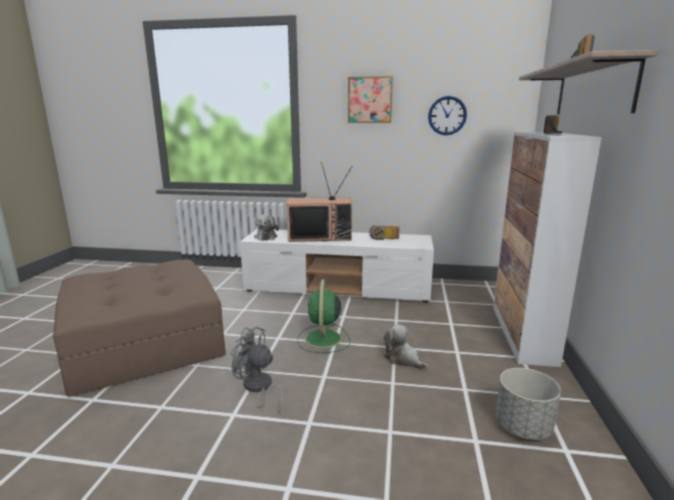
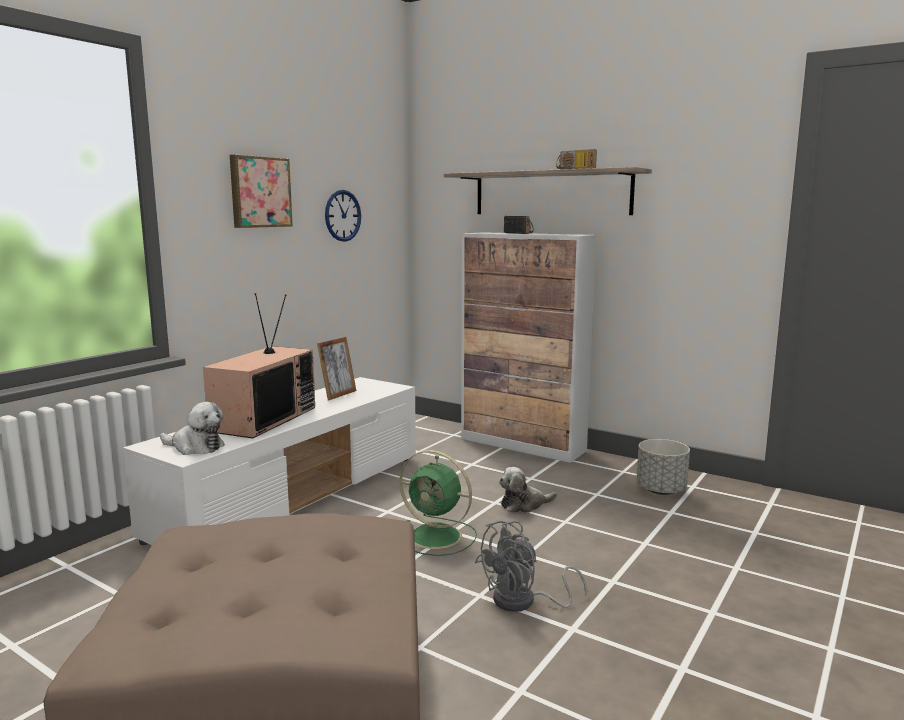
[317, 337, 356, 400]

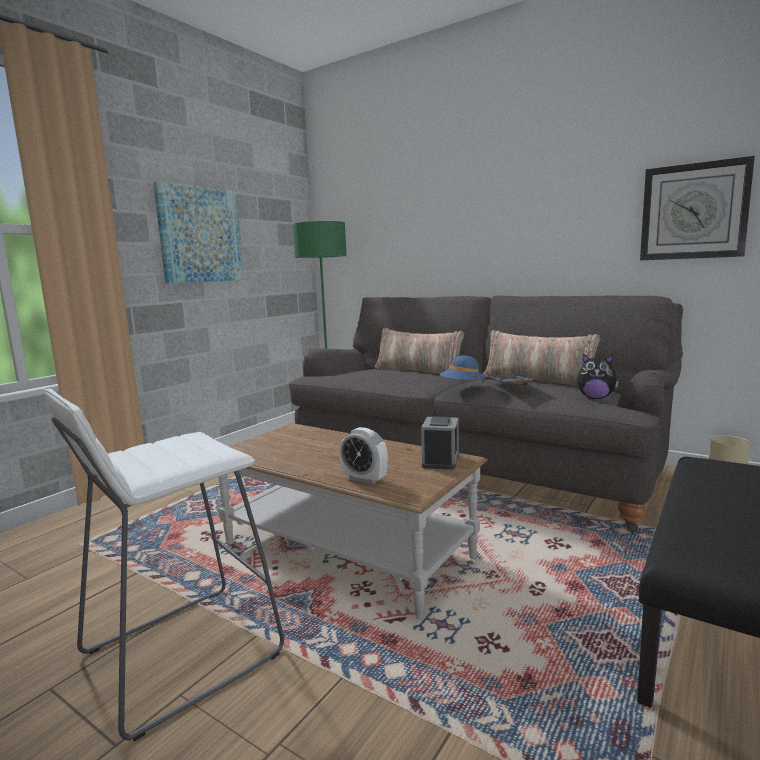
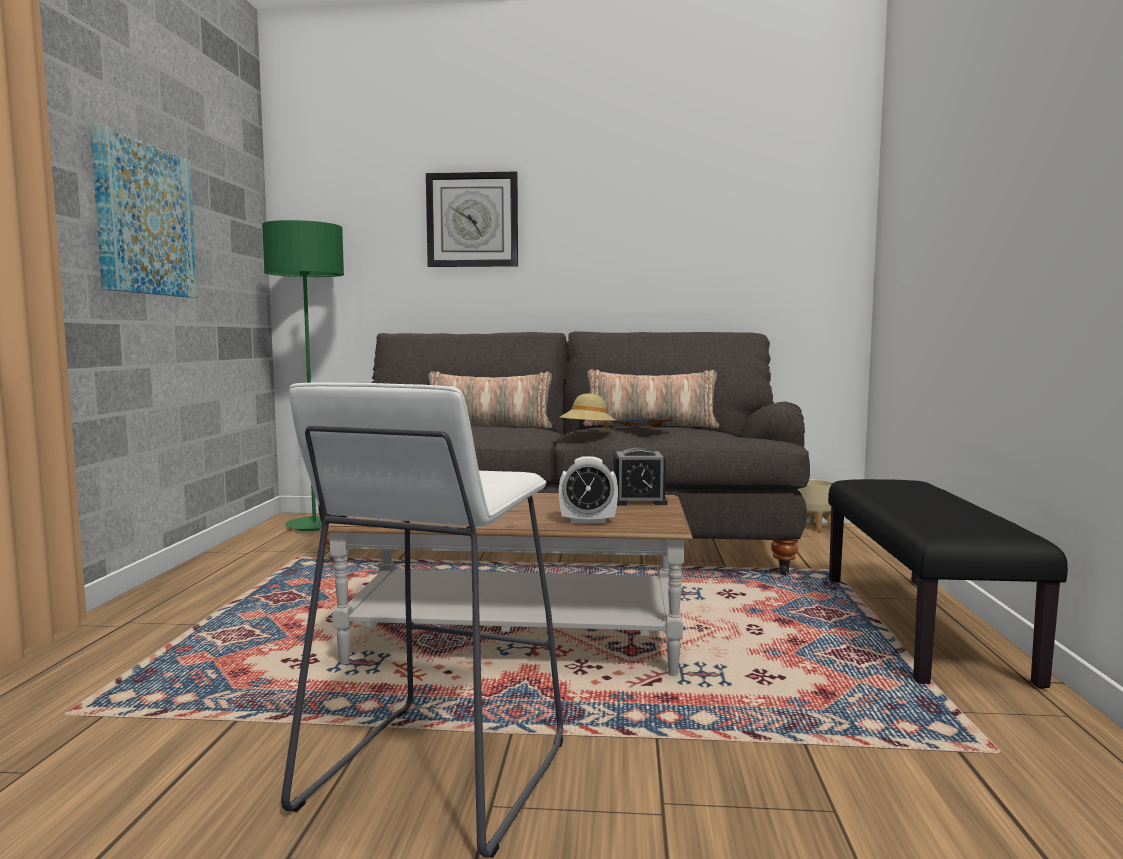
[426, 171, 518, 267]
[577, 354, 619, 399] (first image)
[560, 394, 615, 430]
[614, 447, 668, 505]

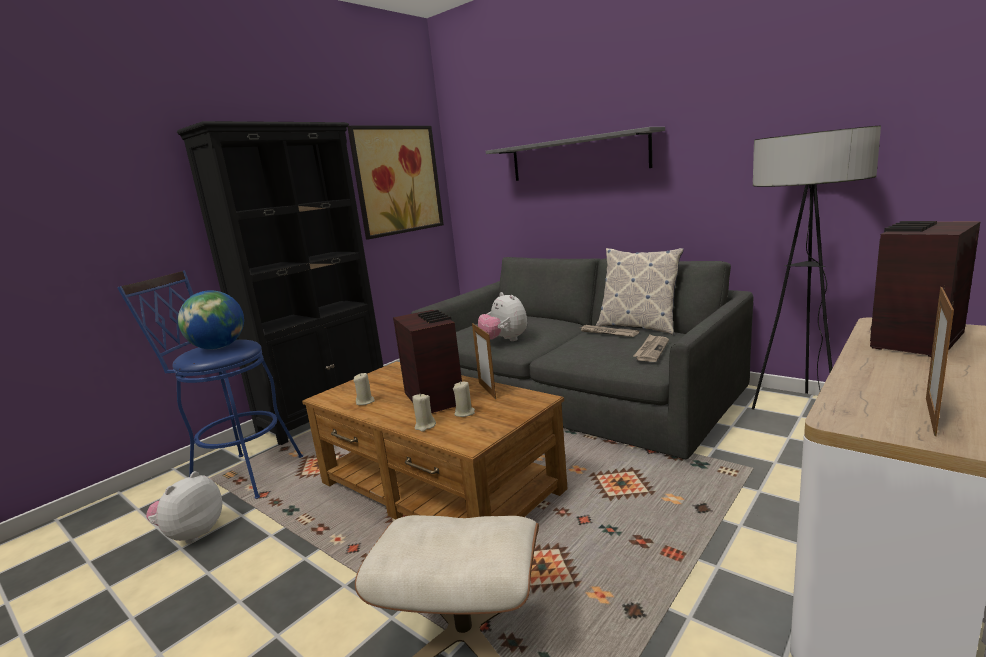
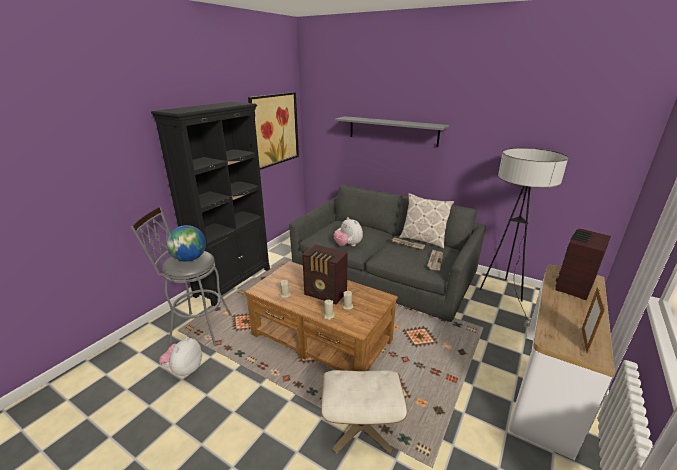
[131, 207, 232, 345]
[302, 245, 348, 304]
[472, 323, 496, 399] (first image)

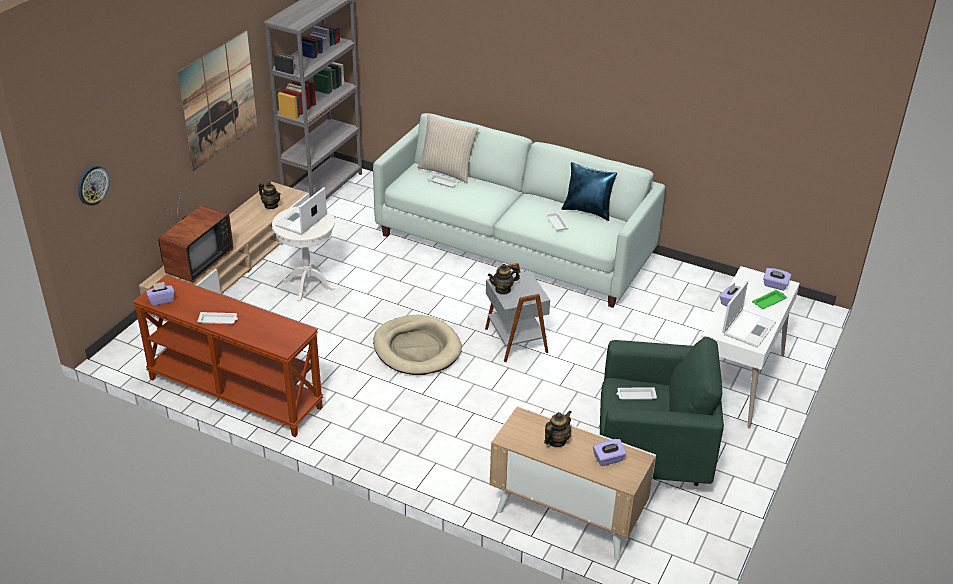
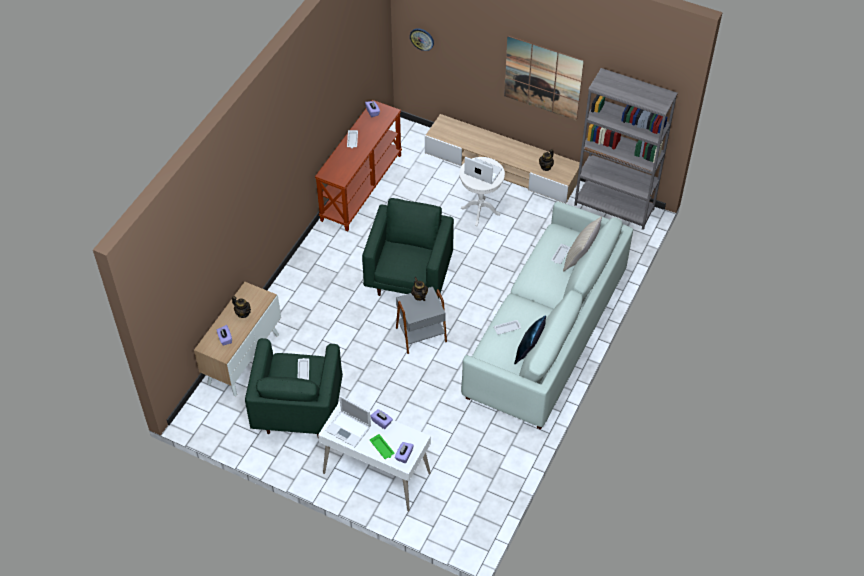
[158, 192, 234, 282] (first image)
[362, 198, 454, 298]

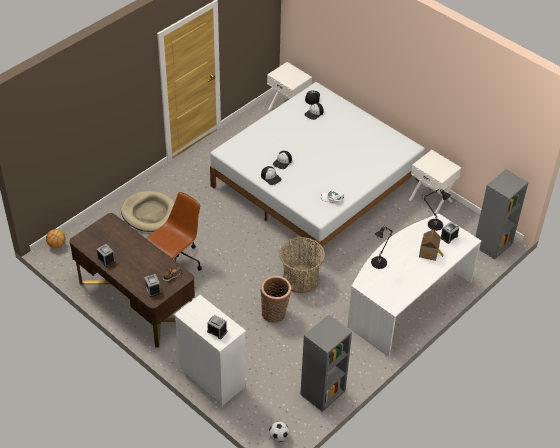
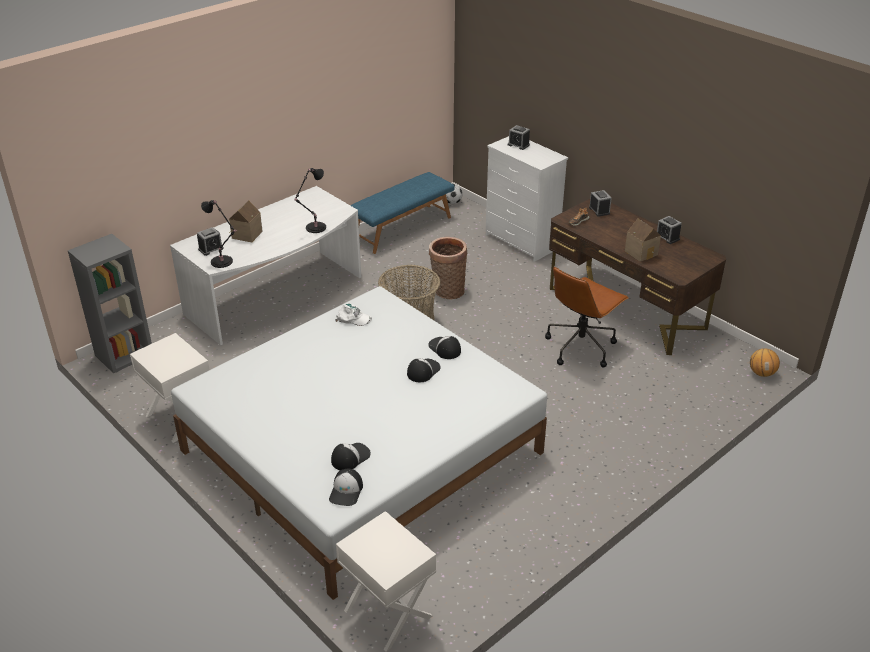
[121, 191, 175, 232] (first image)
[350, 172, 455, 254]
[625, 219, 661, 262]

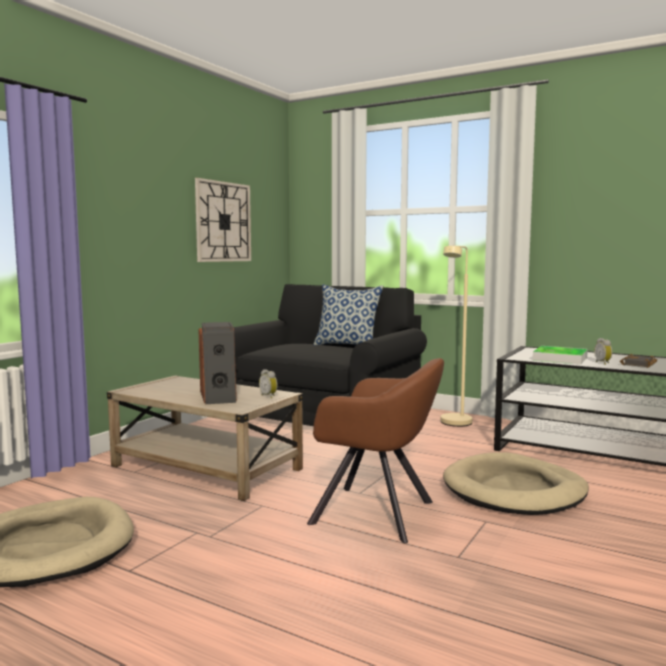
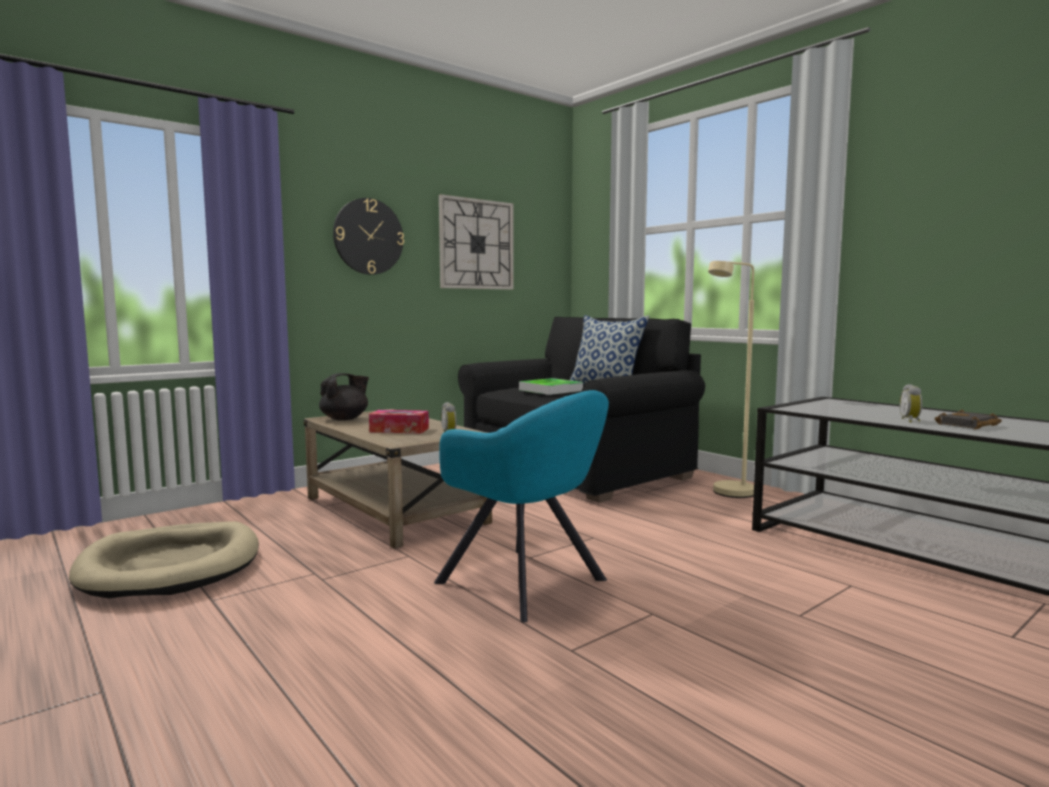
[369, 410, 429, 434]
[519, 378, 583, 395]
[434, 390, 609, 623]
[443, 453, 589, 515] (first image)
[333, 198, 404, 275]
[319, 373, 369, 420]

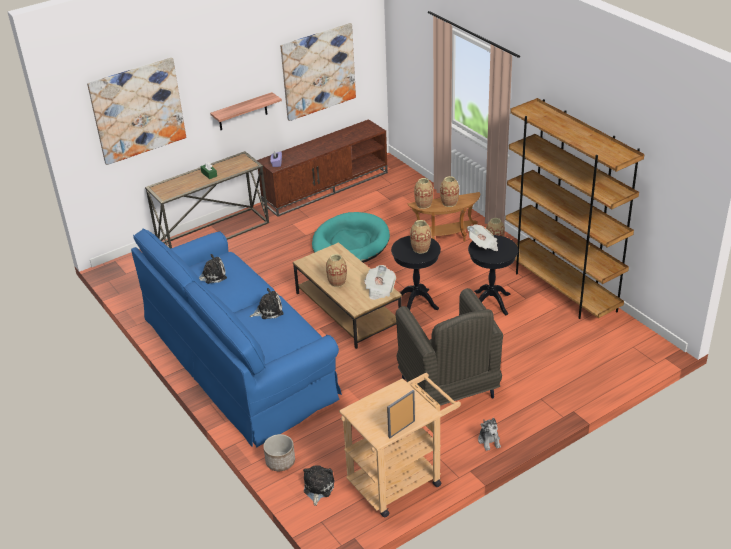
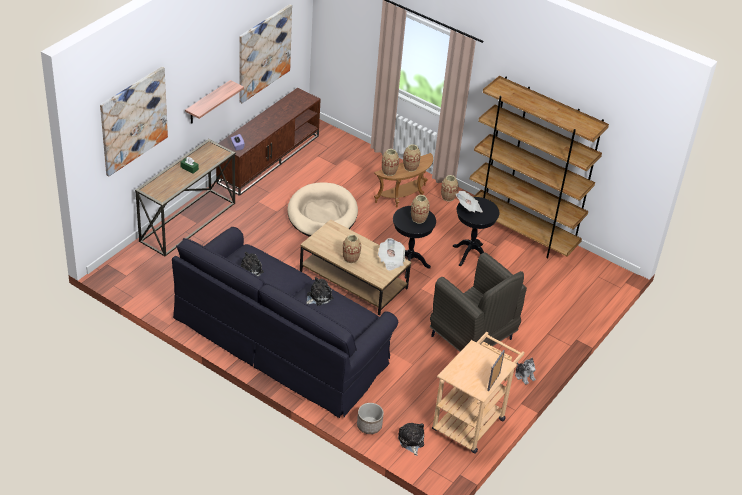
[287, 183, 358, 237]
[172, 227, 398, 418]

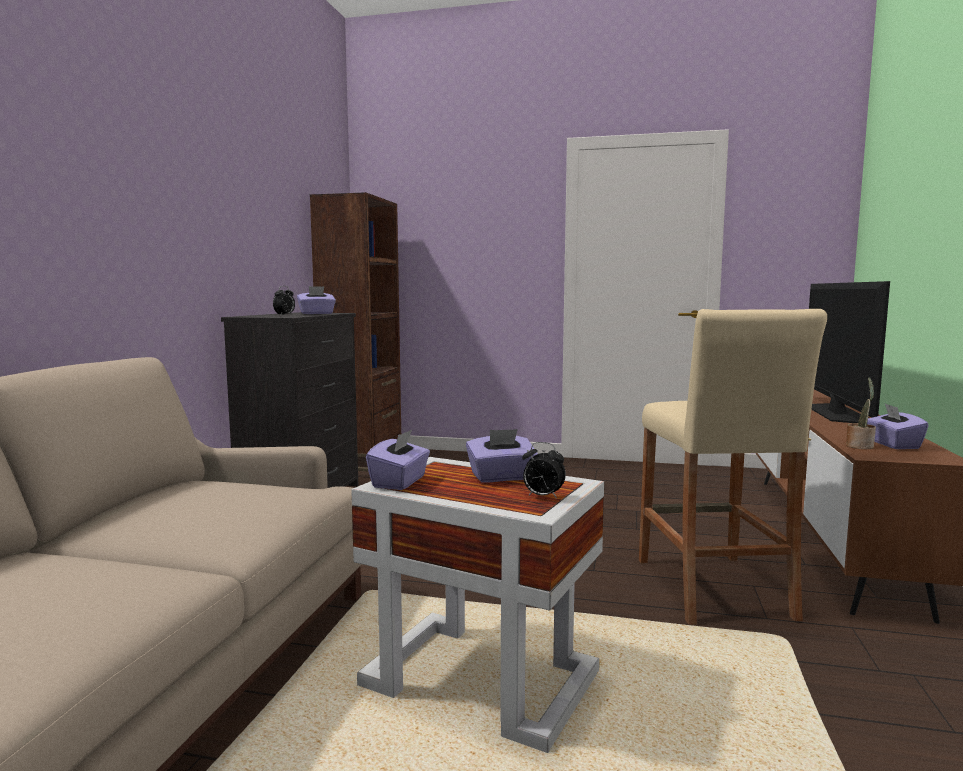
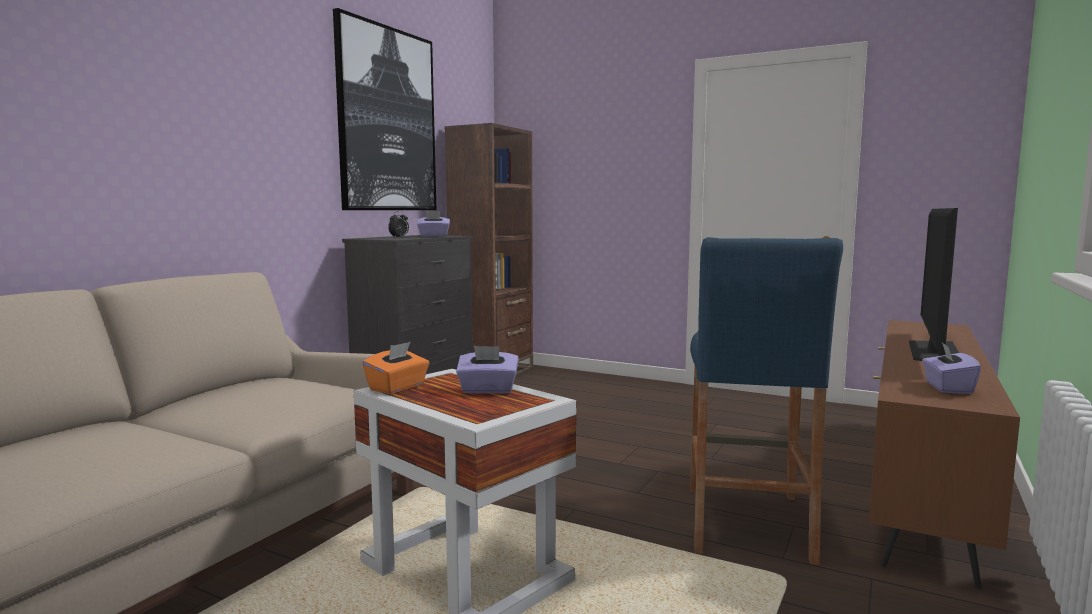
[690, 237, 843, 565]
[846, 378, 876, 449] (first image)
[362, 342, 429, 394]
[522, 442, 566, 499] (first image)
[333, 8, 436, 210]

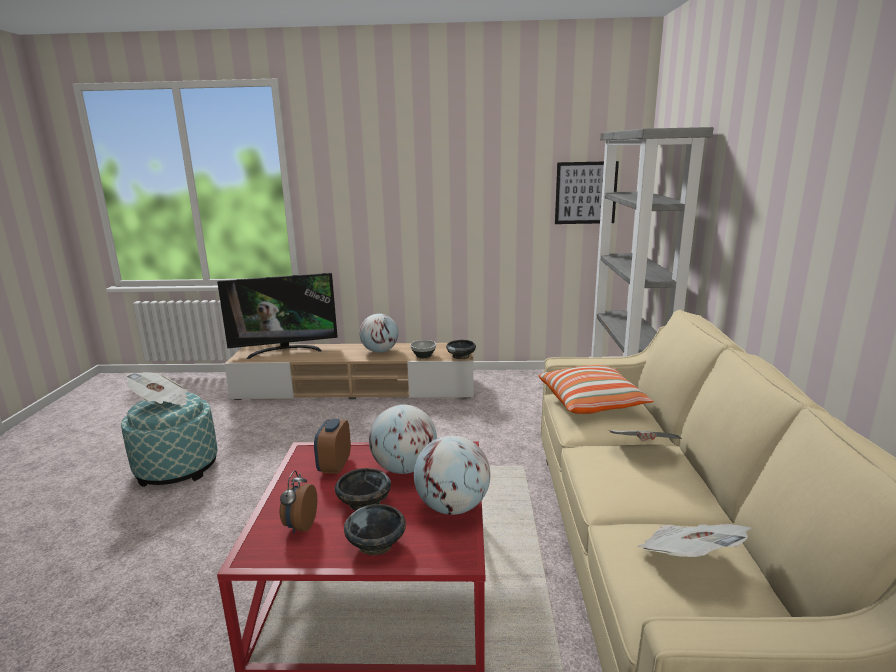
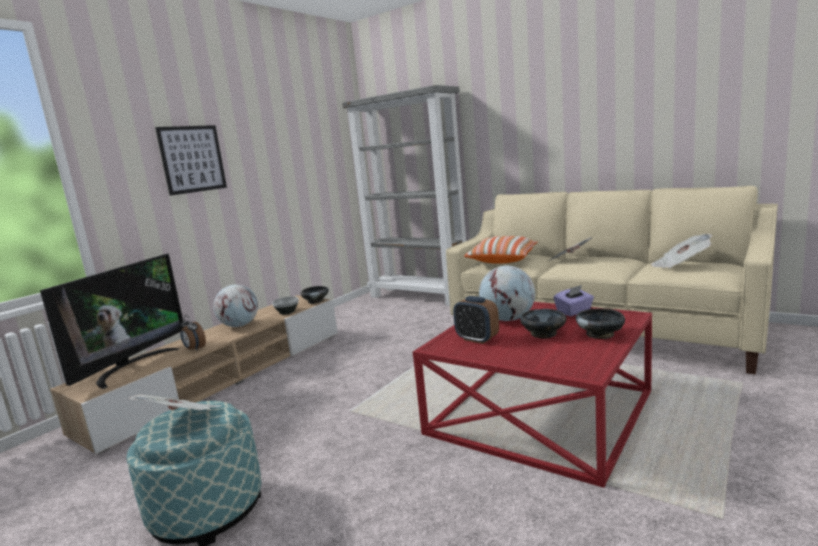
[155, 125, 227, 196]
[553, 285, 594, 316]
[180, 315, 206, 351]

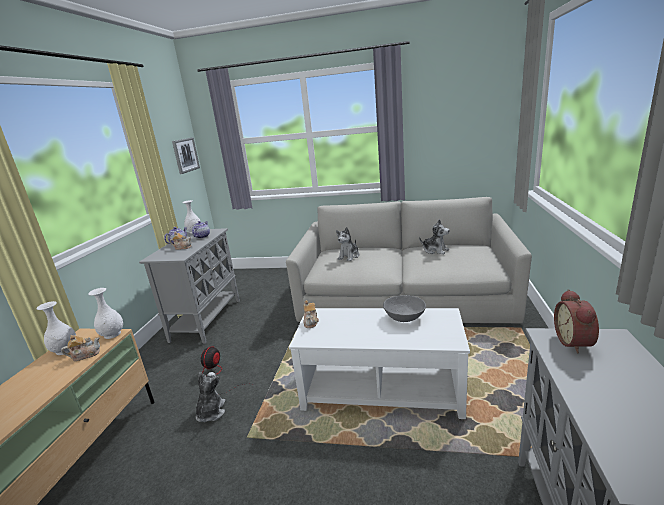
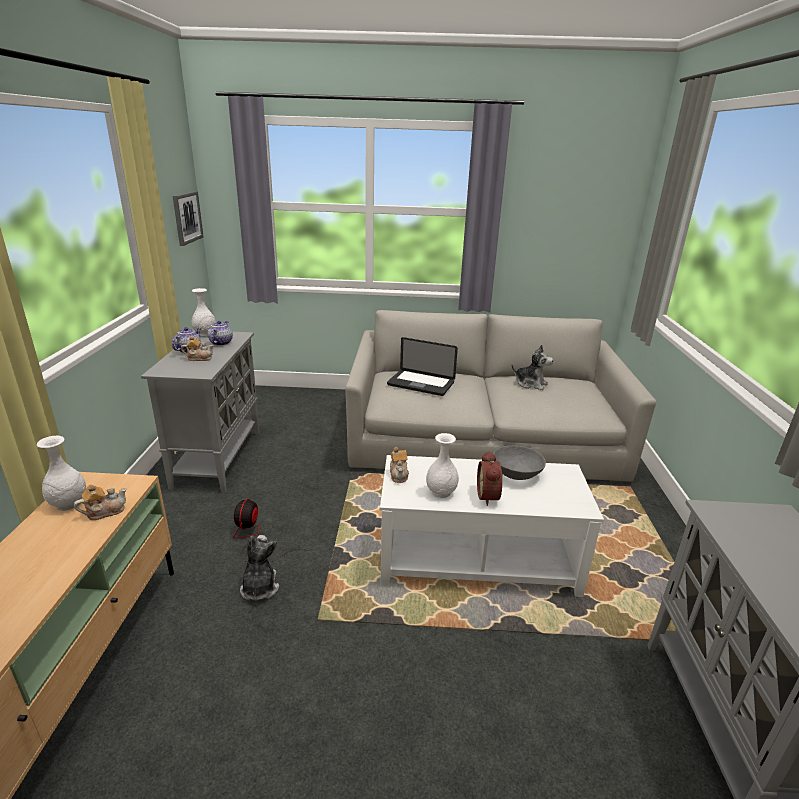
[387, 337, 458, 396]
[426, 433, 459, 498]
[477, 451, 503, 506]

